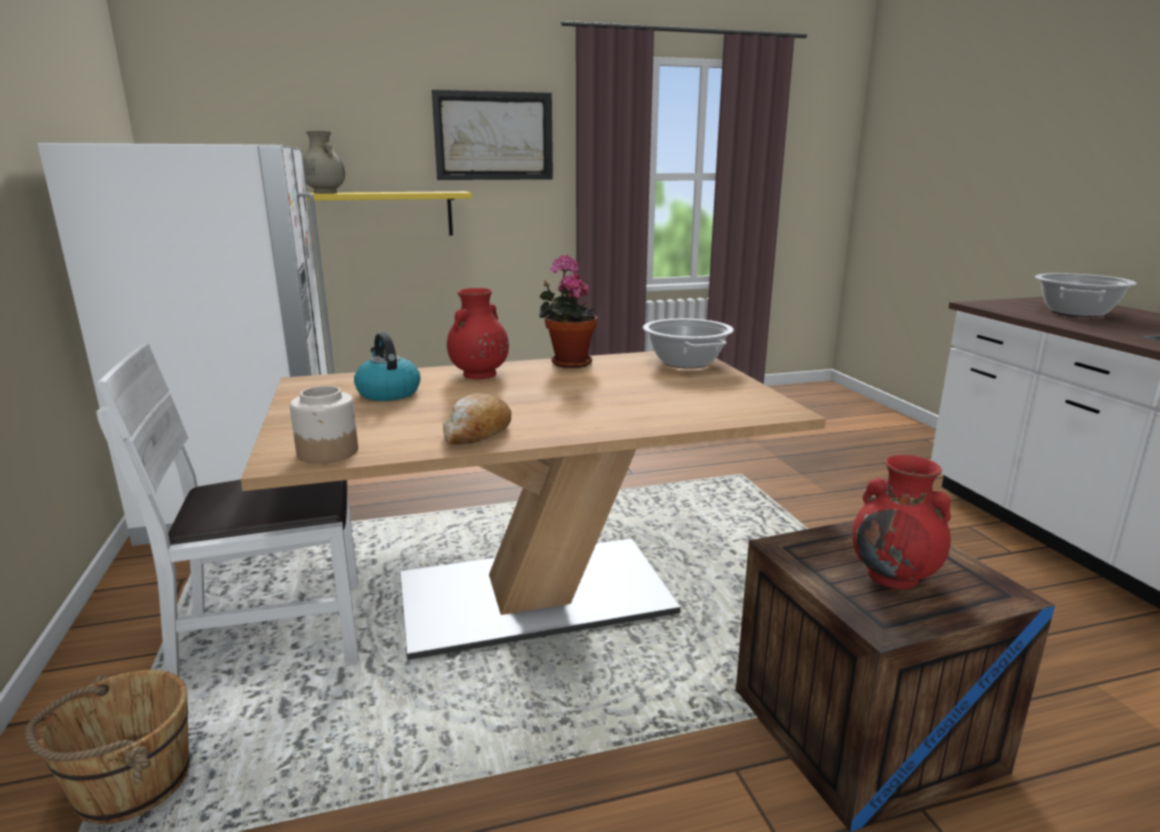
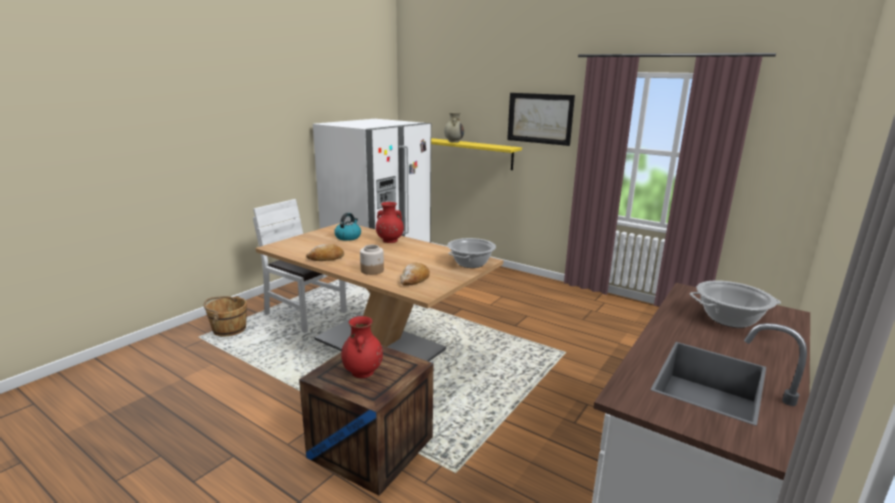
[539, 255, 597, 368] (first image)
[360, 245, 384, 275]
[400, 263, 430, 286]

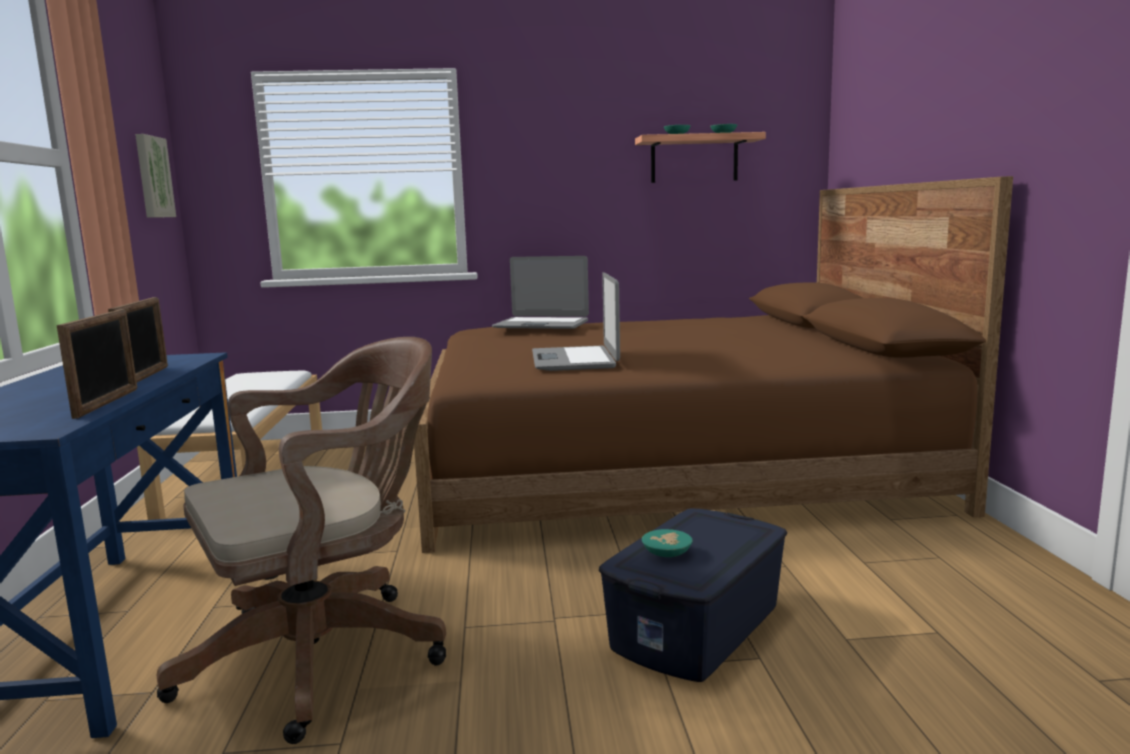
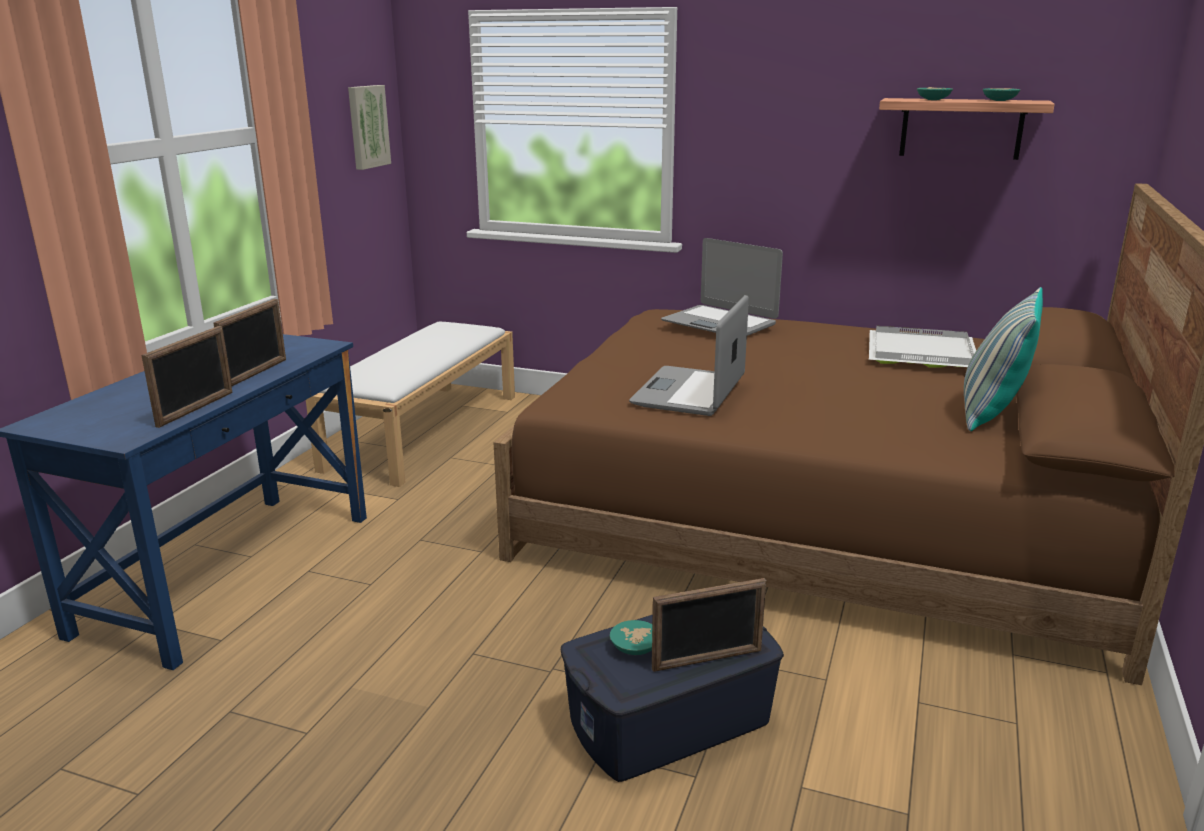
[157, 337, 446, 744] (first image)
[964, 287, 1043, 431]
[869, 326, 976, 367]
[652, 578, 766, 672]

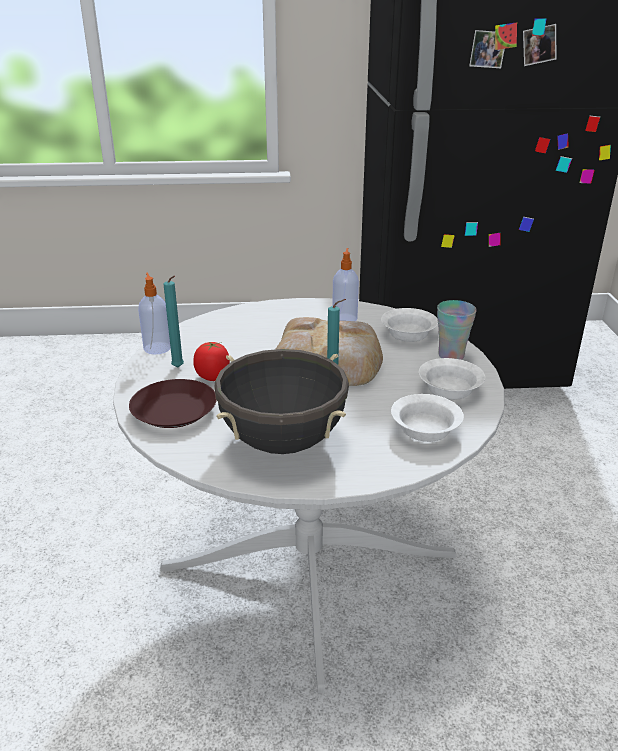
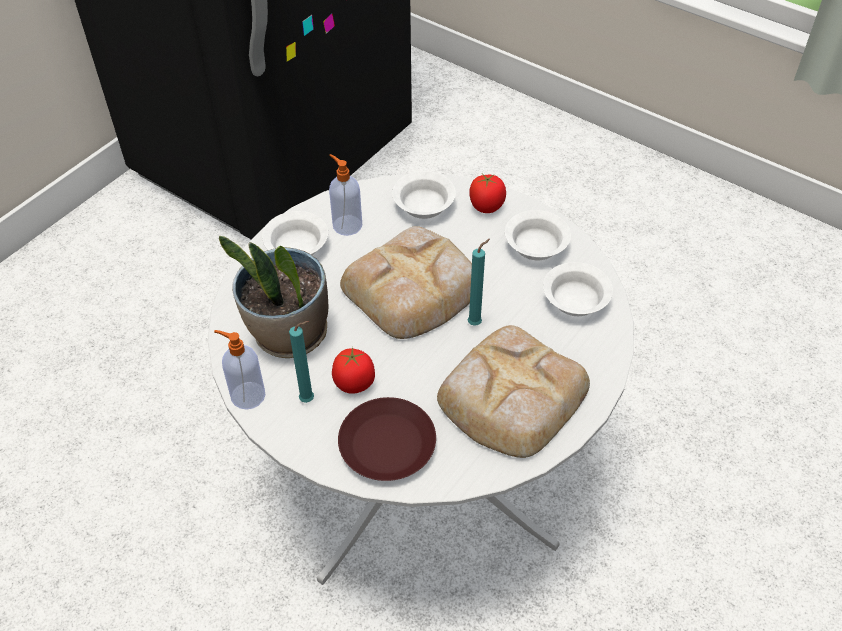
[469, 174, 506, 213]
[437, 325, 590, 458]
[262, 211, 328, 256]
[219, 236, 329, 358]

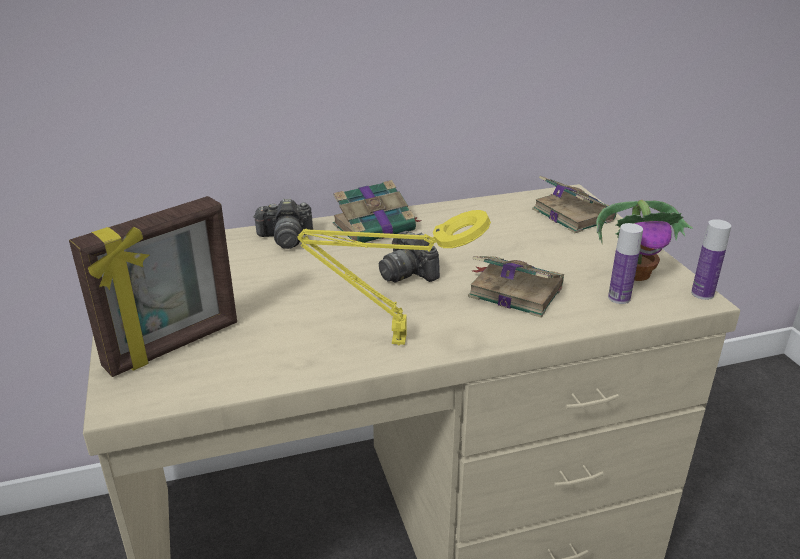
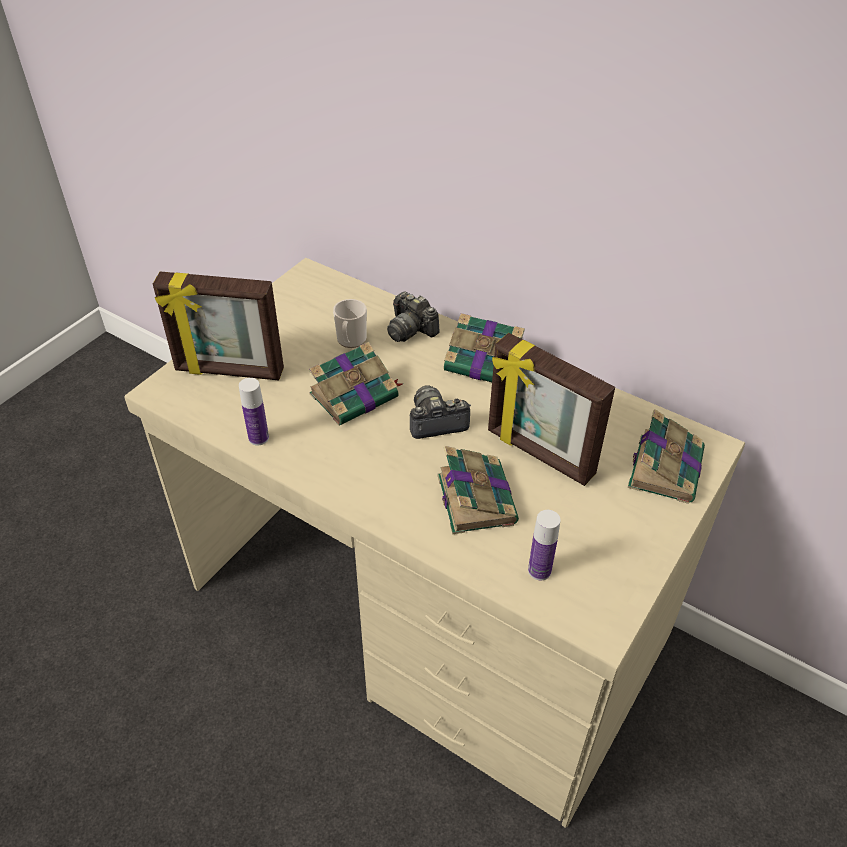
[596, 200, 693, 281] (first image)
[298, 210, 491, 346] (first image)
[239, 378, 269, 446]
[410, 385, 471, 439]
[333, 299, 367, 348]
[488, 333, 615, 486]
[309, 342, 403, 425]

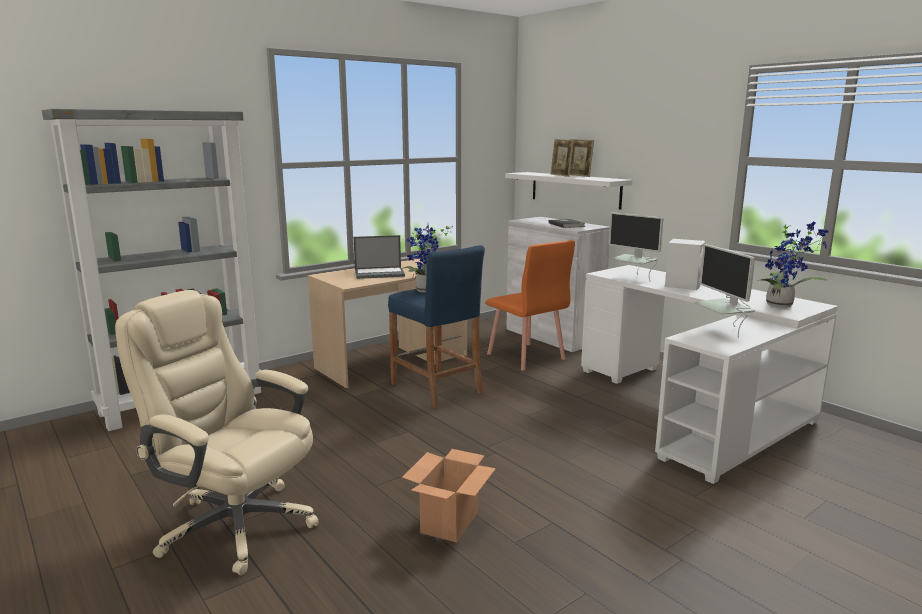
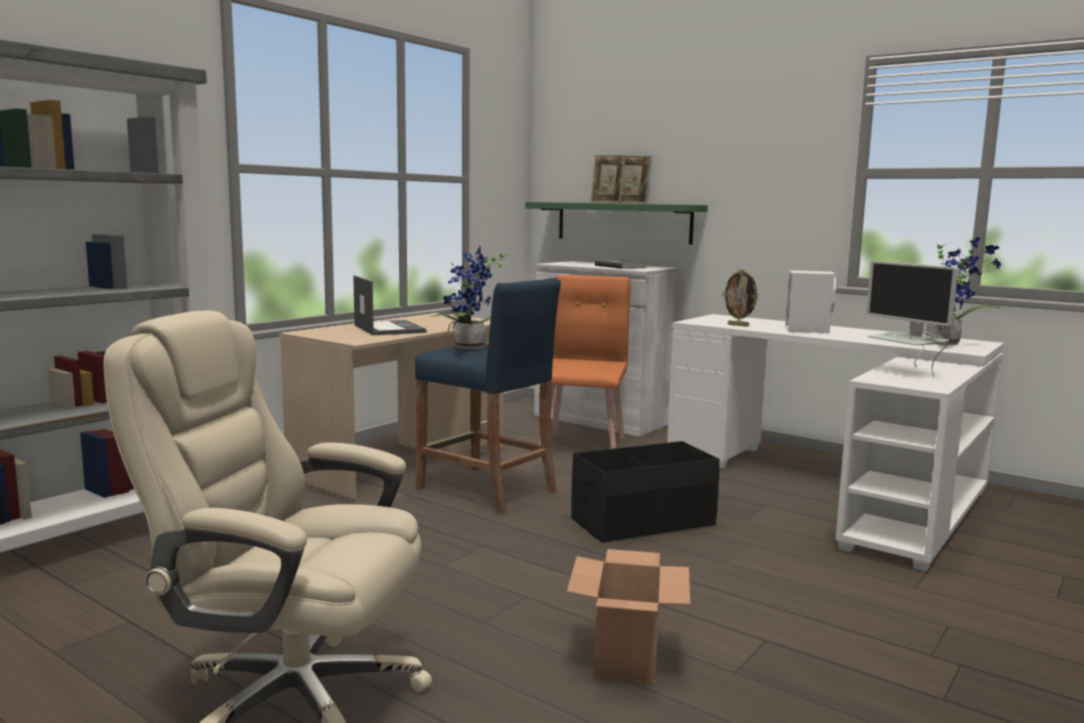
[525, 202, 708, 245]
[722, 269, 759, 327]
[353, 275, 427, 335]
[539, 275, 631, 449]
[571, 441, 720, 543]

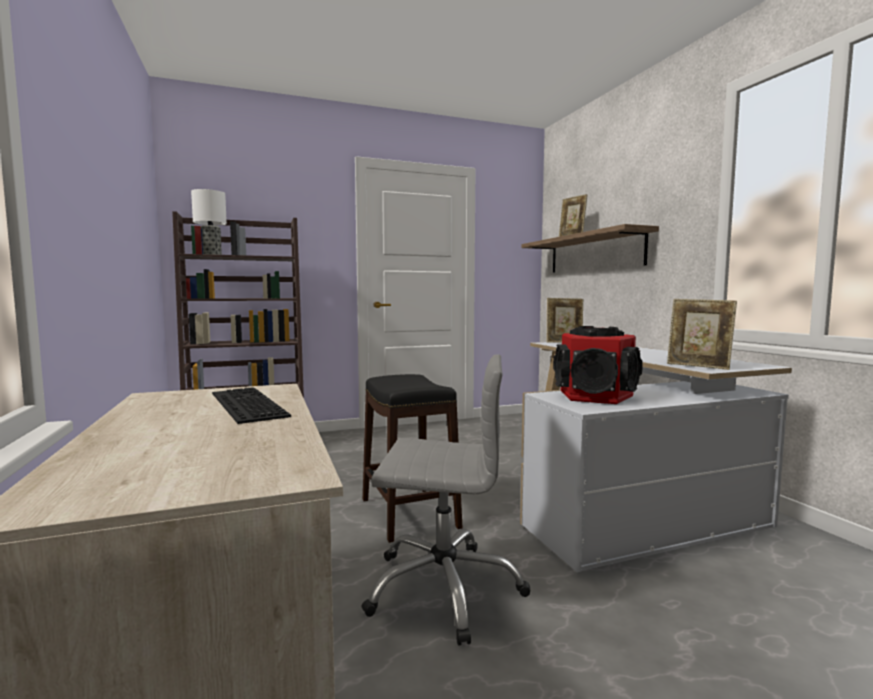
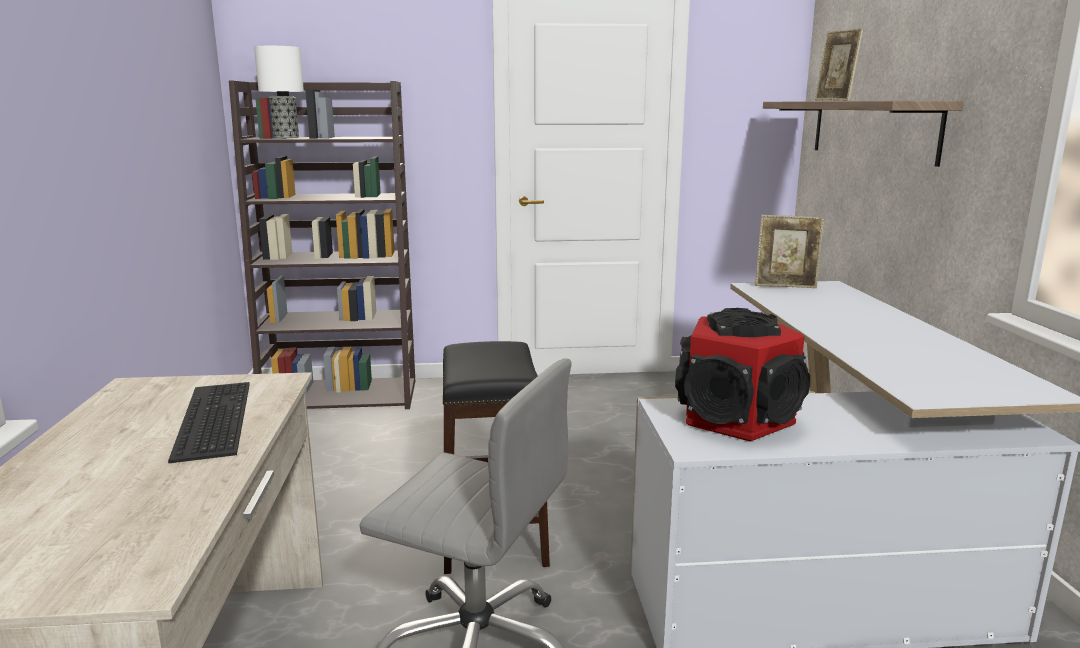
[667, 299, 737, 370] (first image)

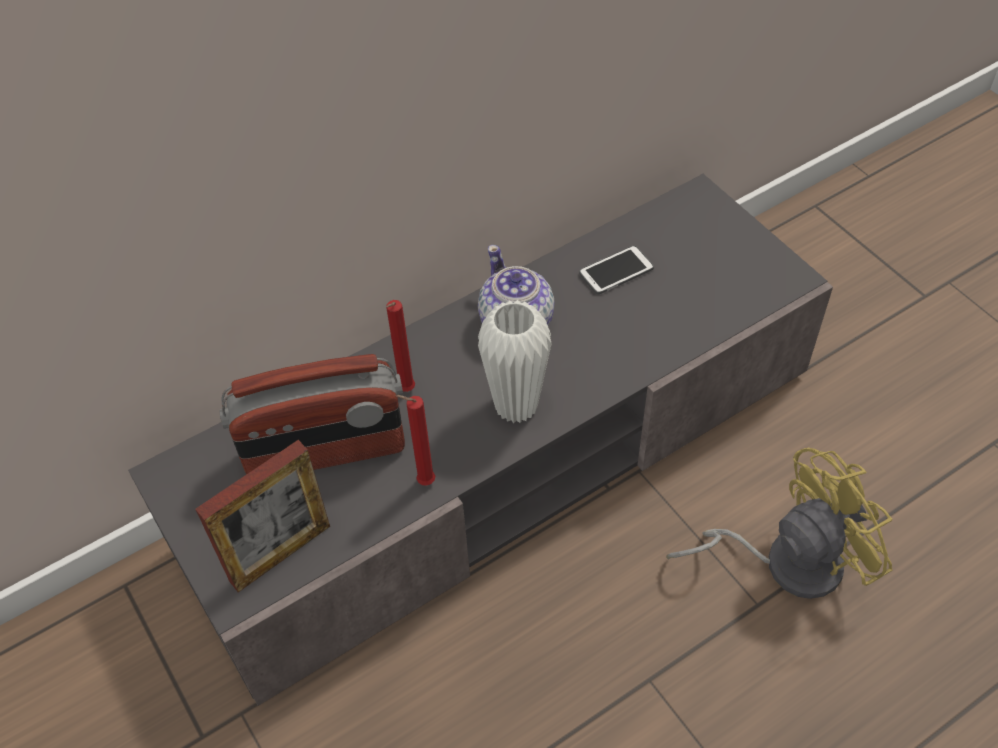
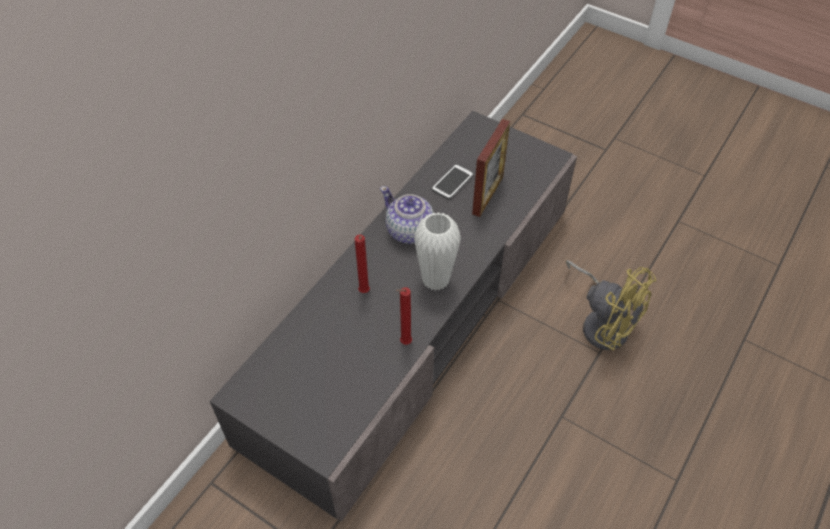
[220, 354, 405, 474] (first image)
[472, 119, 510, 217]
[565, 260, 656, 351]

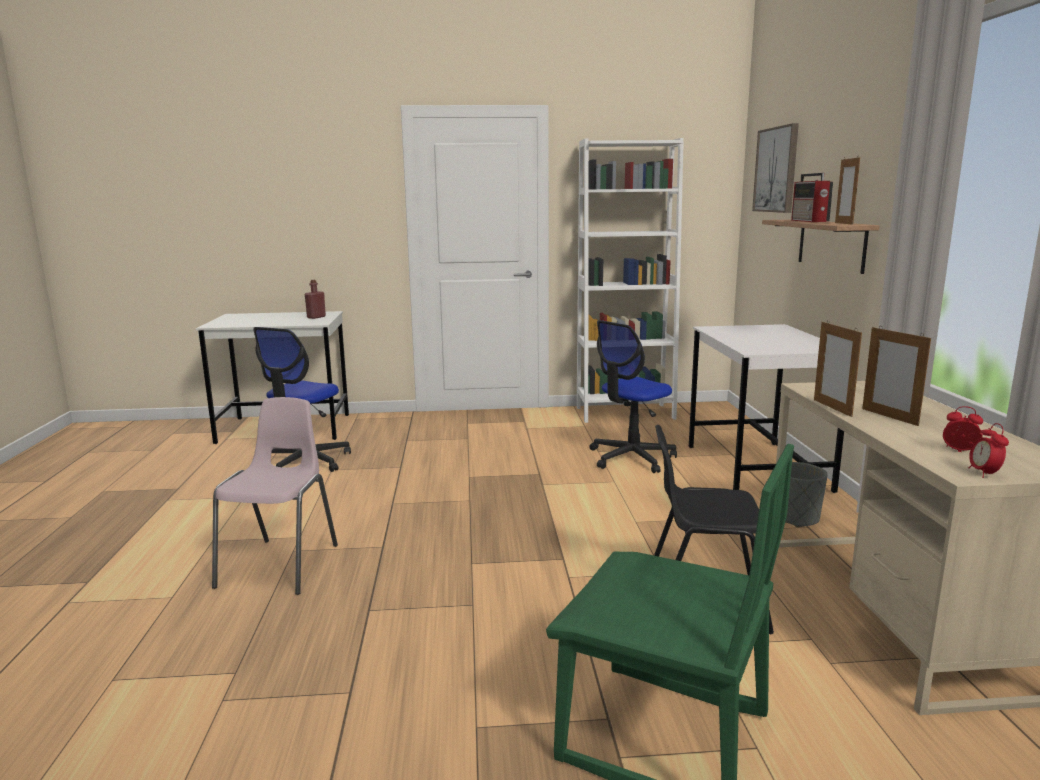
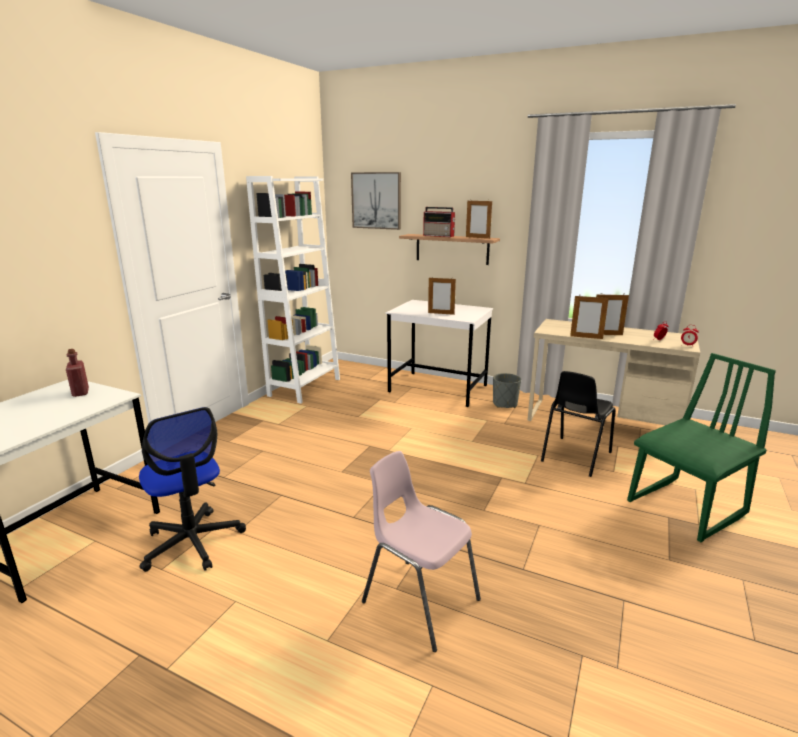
[589, 320, 677, 473] (first image)
[428, 277, 456, 315]

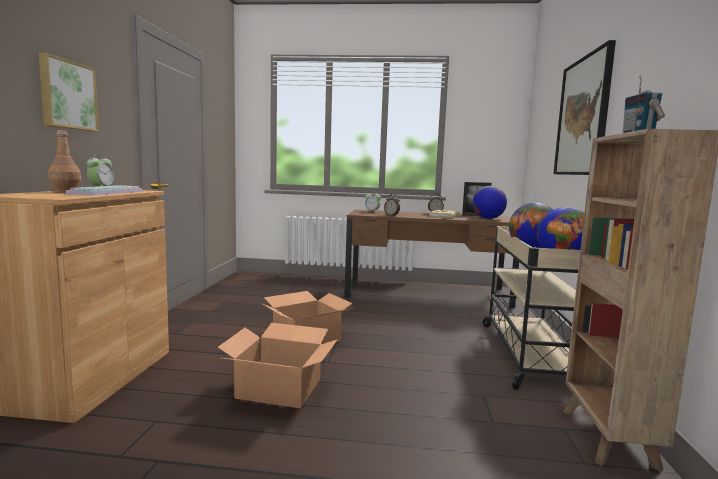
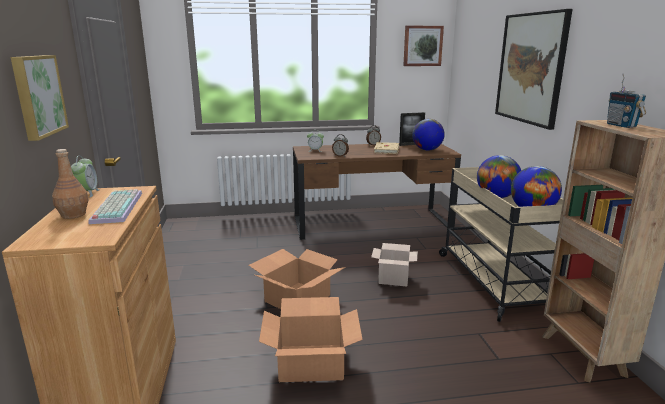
[403, 26, 444, 66]
[371, 243, 418, 286]

